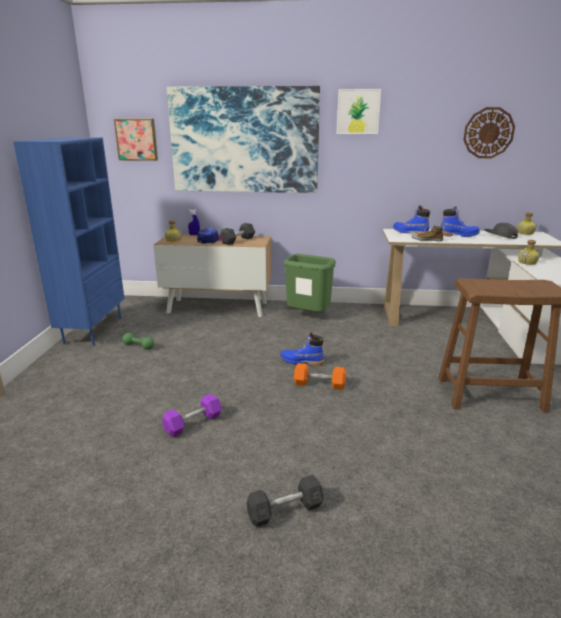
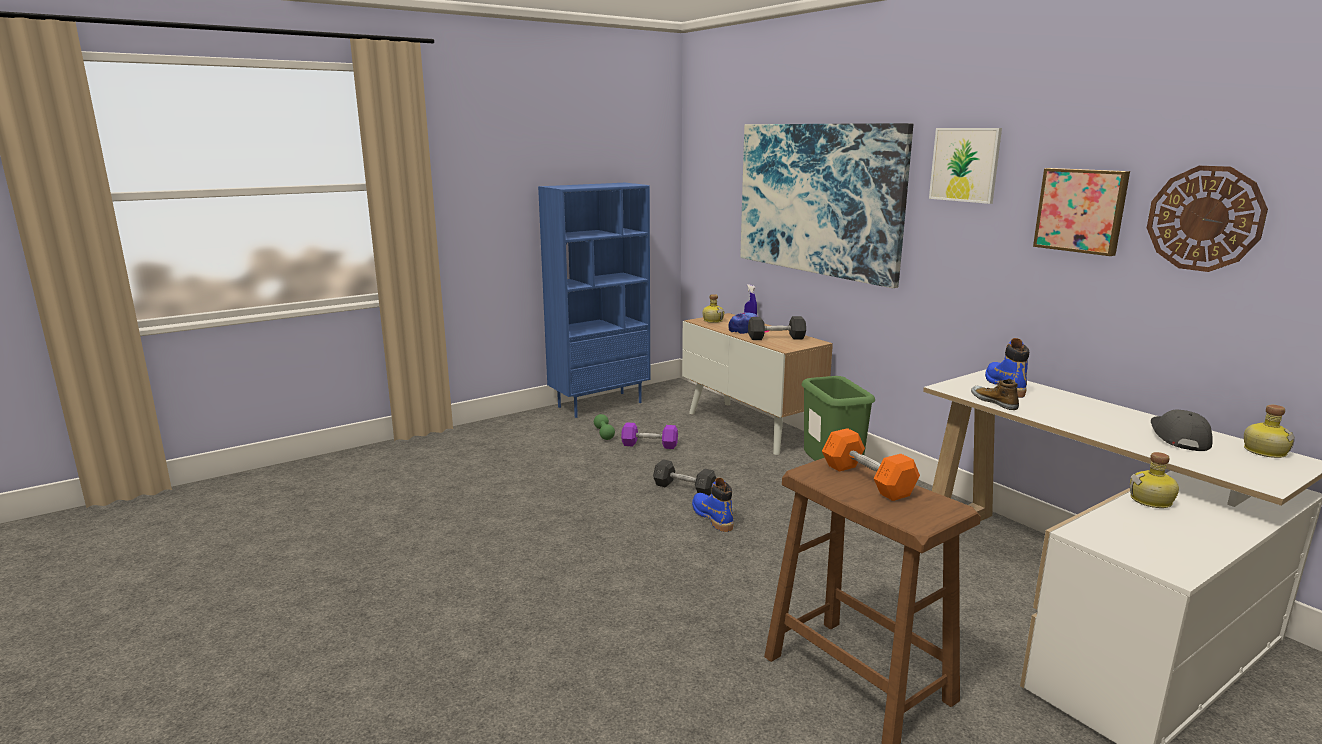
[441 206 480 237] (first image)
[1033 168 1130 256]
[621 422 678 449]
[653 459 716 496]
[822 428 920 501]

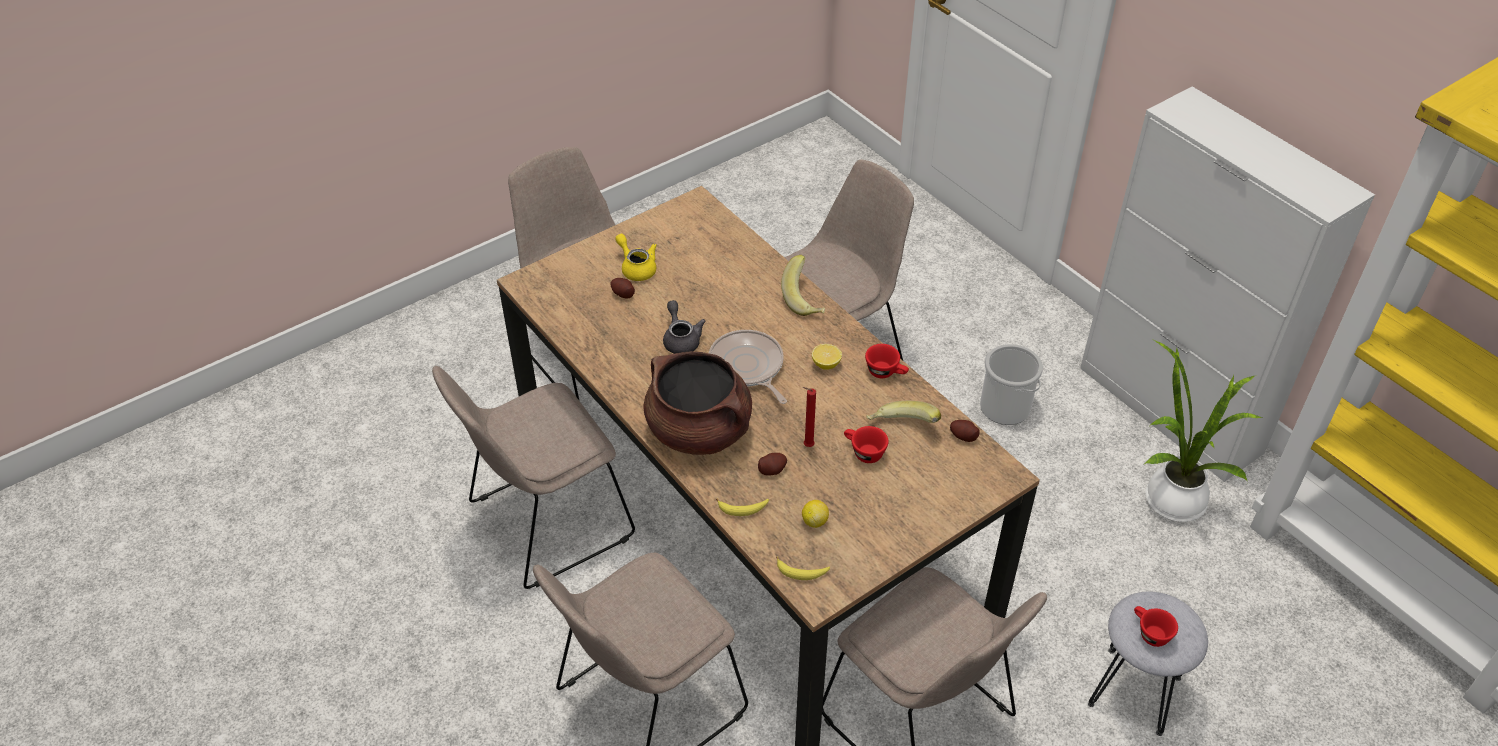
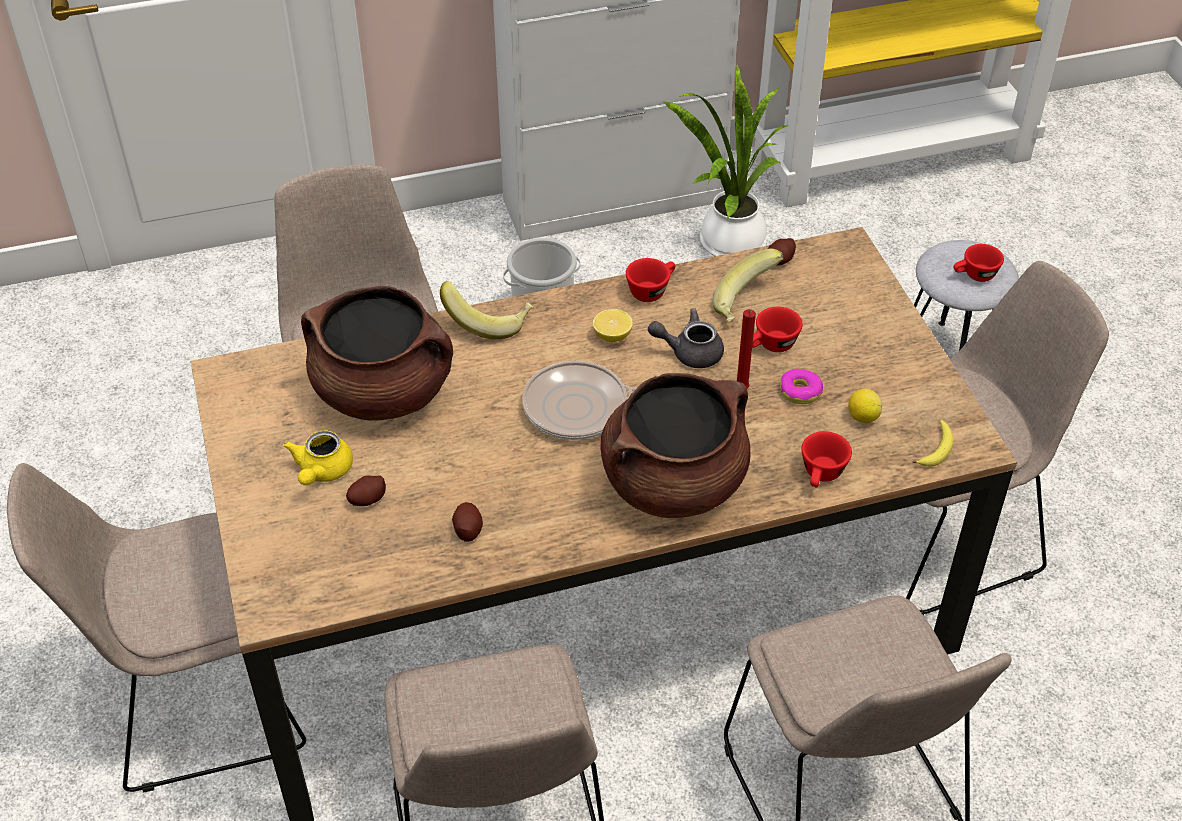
[301 286 453 421]
[780 369 823 404]
[648 308 724 368]
[452 502 483 542]
[801 431 852 488]
[283 430 353 485]

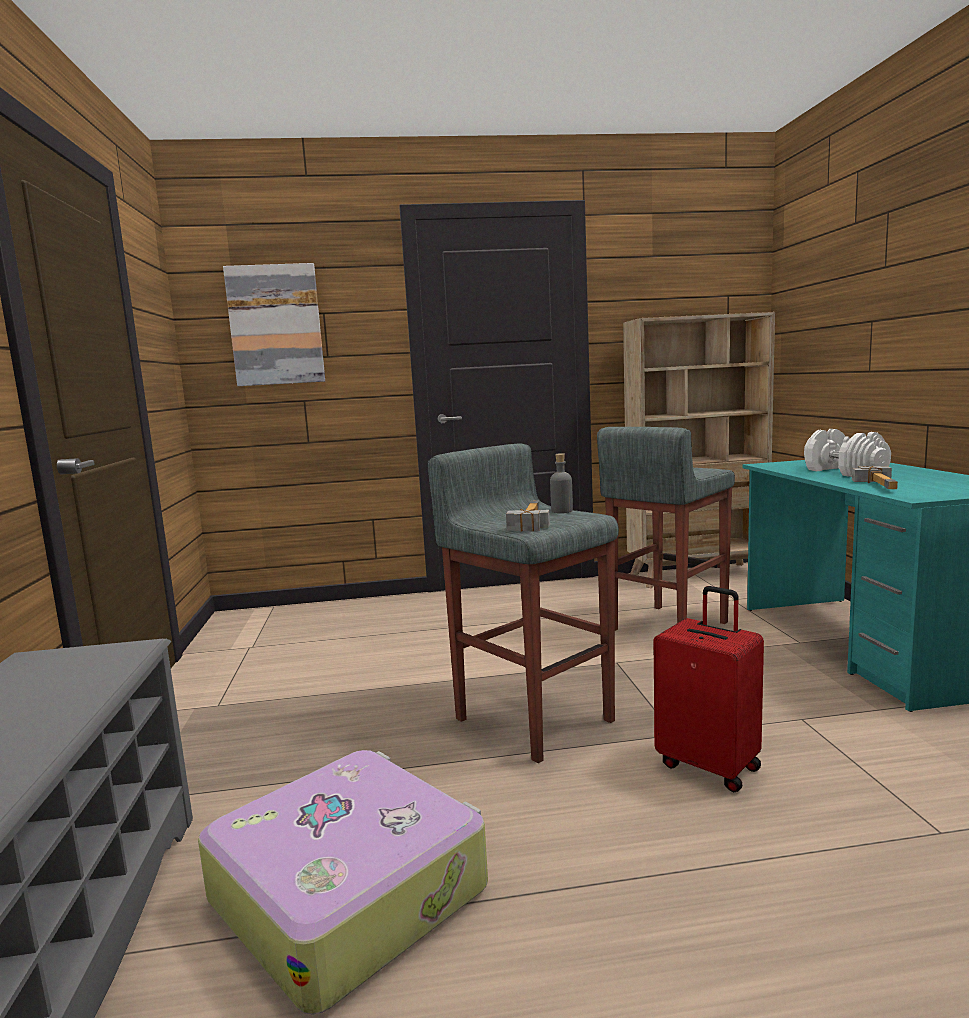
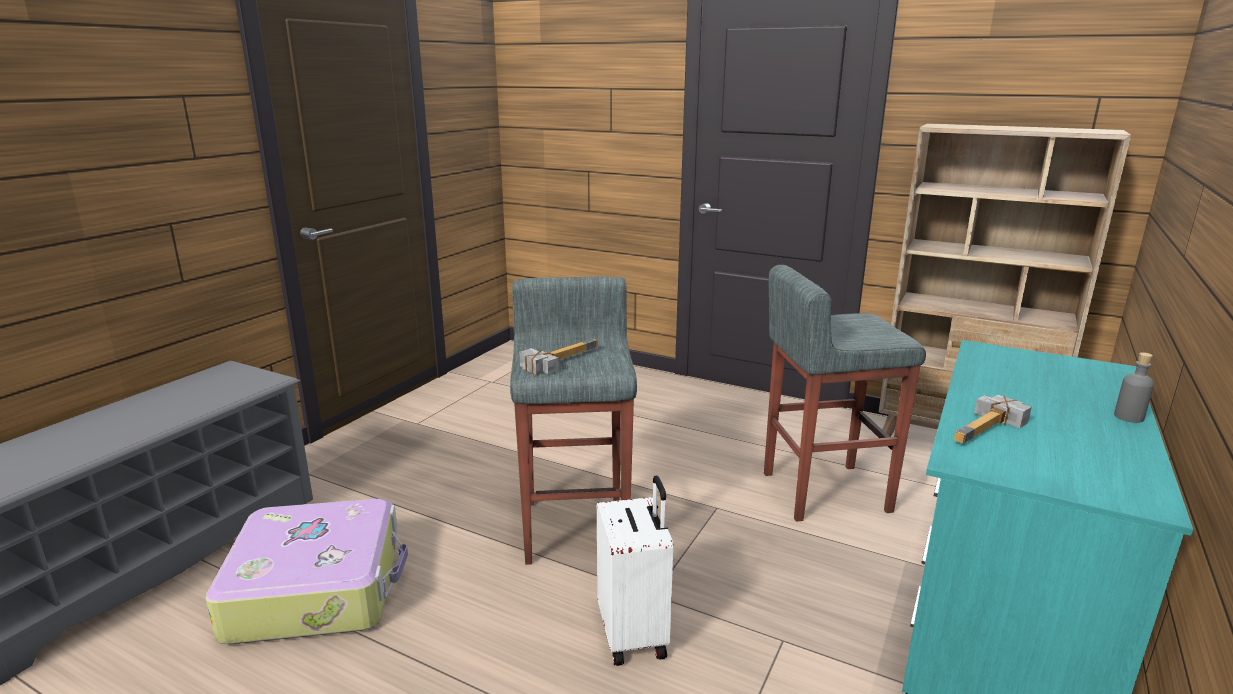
[223 263 325 386] (first image)
[804 429 891 477] (first image)
[1114 352 1154 423]
[597 476 673 666]

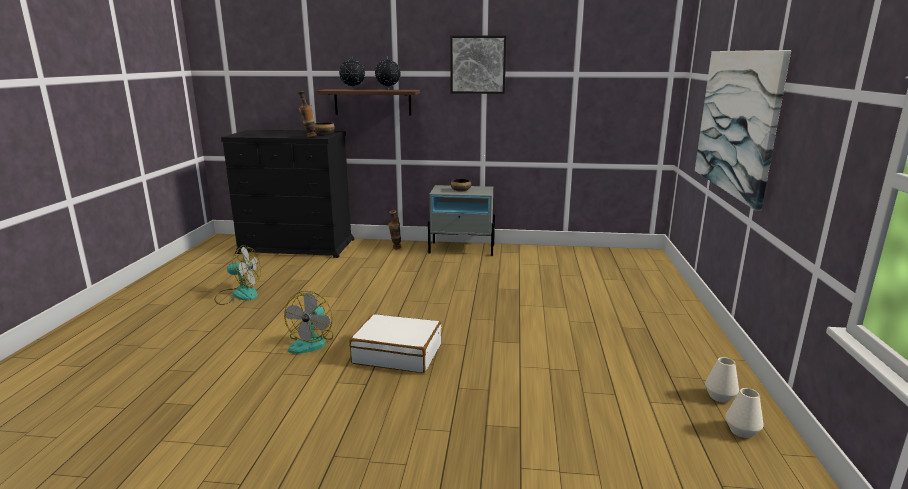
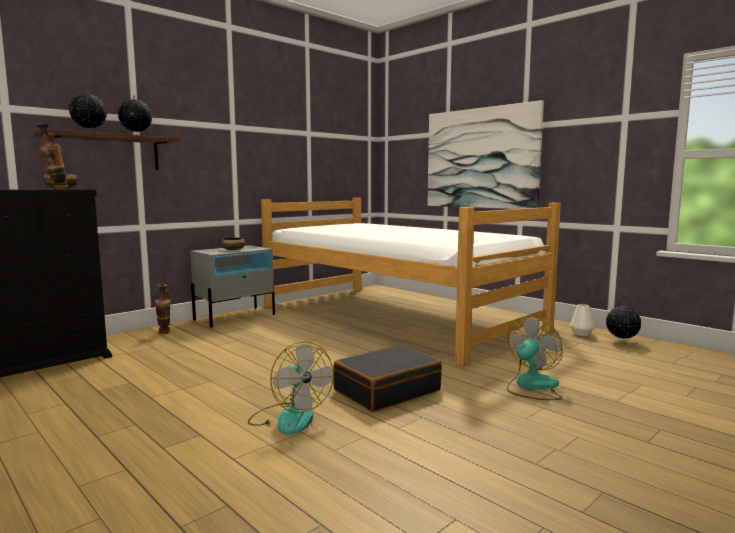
[450 36 506 94] (first image)
[261 197 561 366]
[507 317 563 400]
[606 303 642 341]
[333 345 442 412]

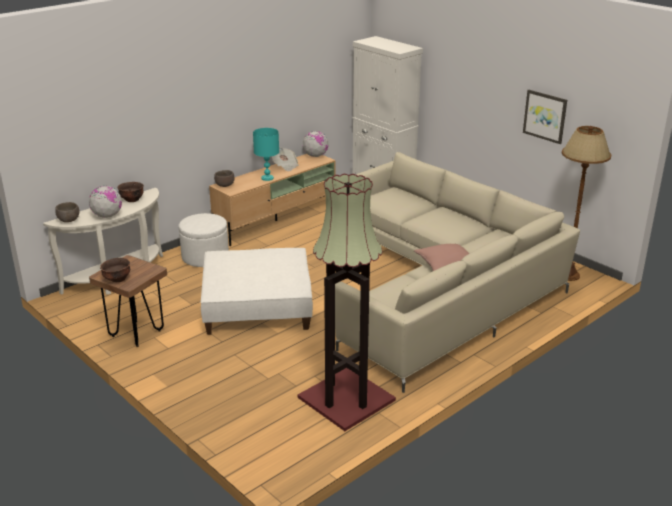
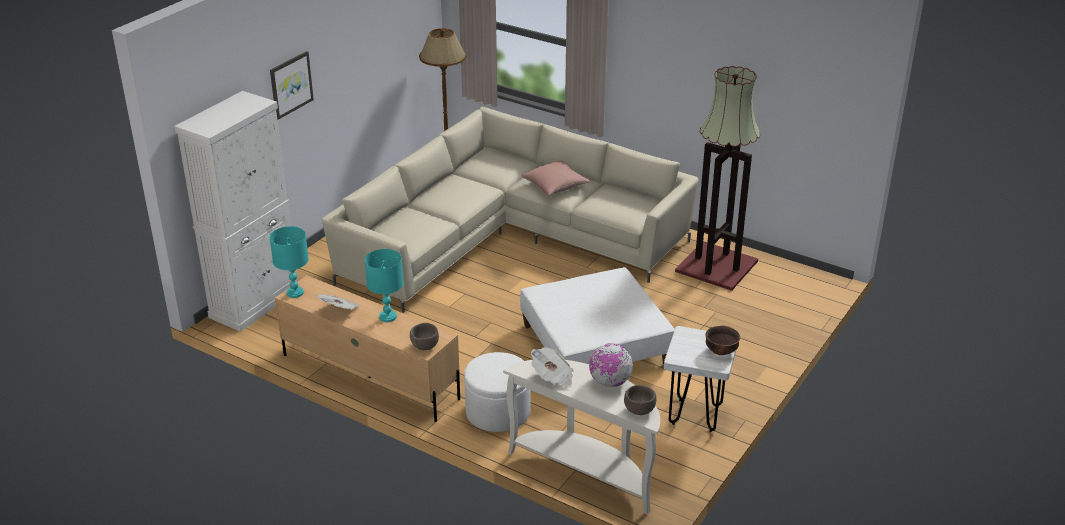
[270 51 314 120]
[531 348 574 388]
[270 226 309 298]
[664 326 737 432]

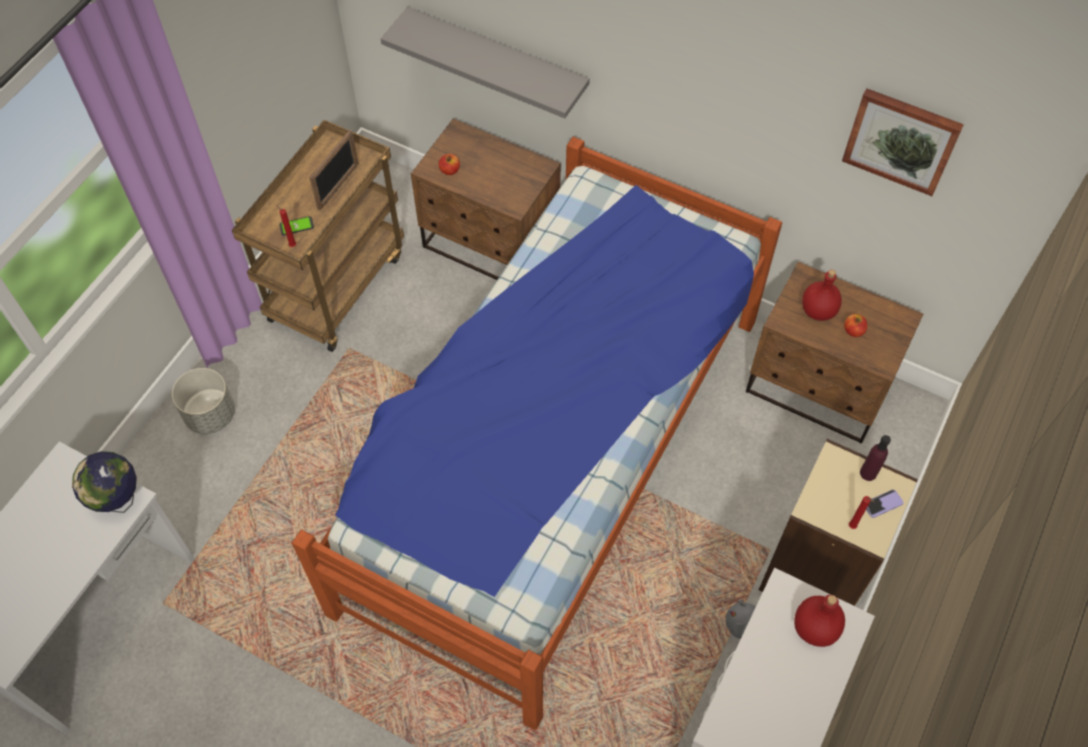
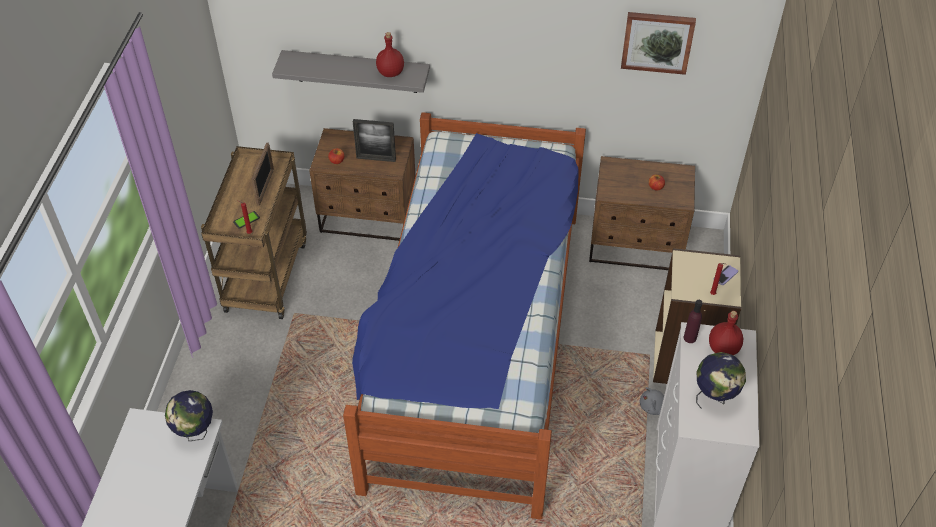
[172 368 235 434] (first image)
[353 119 396 162]
[696 352 746 409]
[376 32 404 77]
[684 300 703 343]

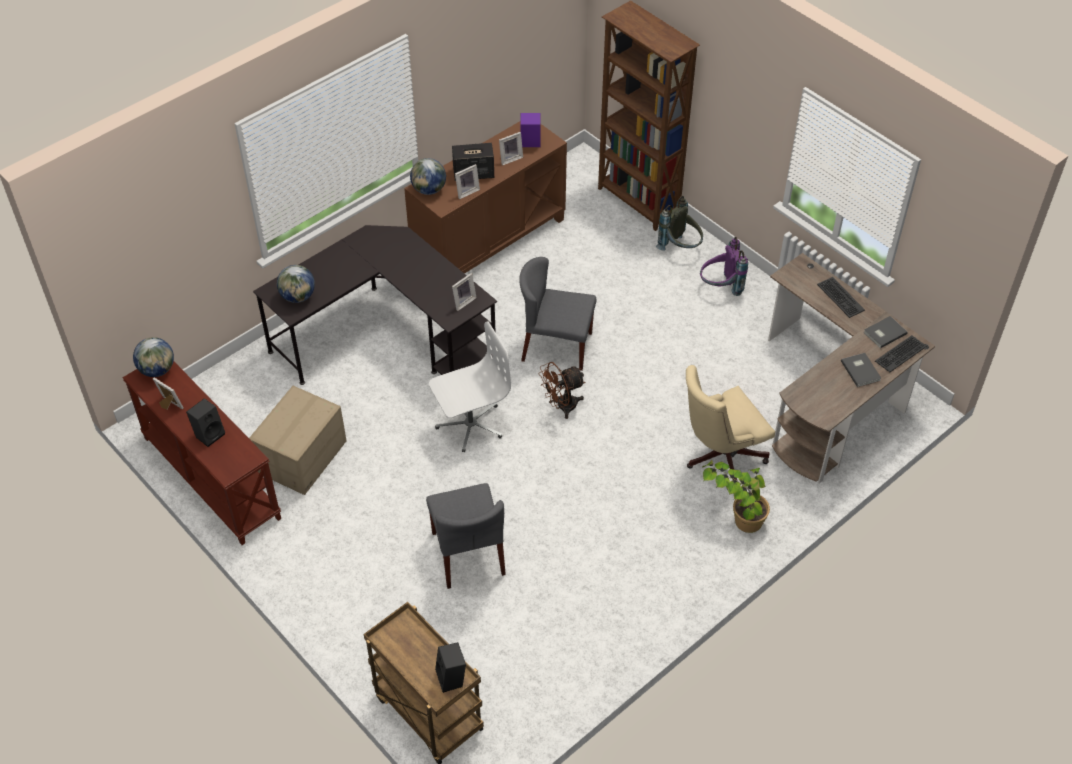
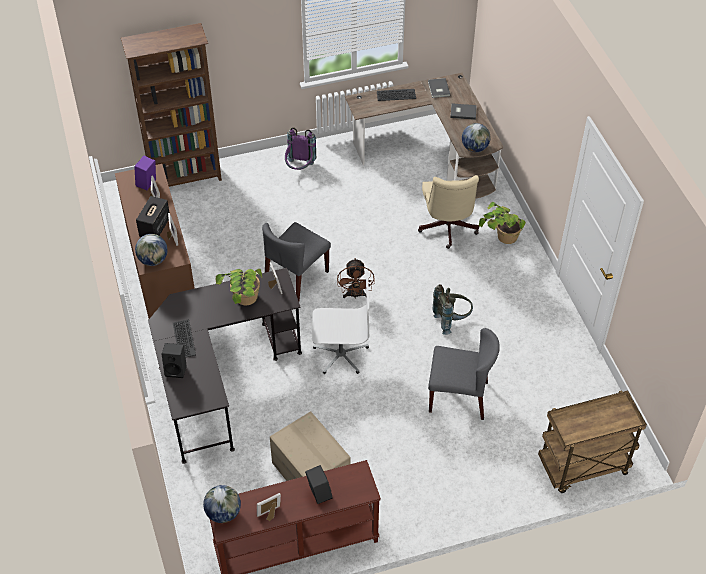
[216 269 263 305]
[462 123 491 152]
[162 343 187 378]
[432 284 473 335]
[173 319 196 358]
[312 278 369 374]

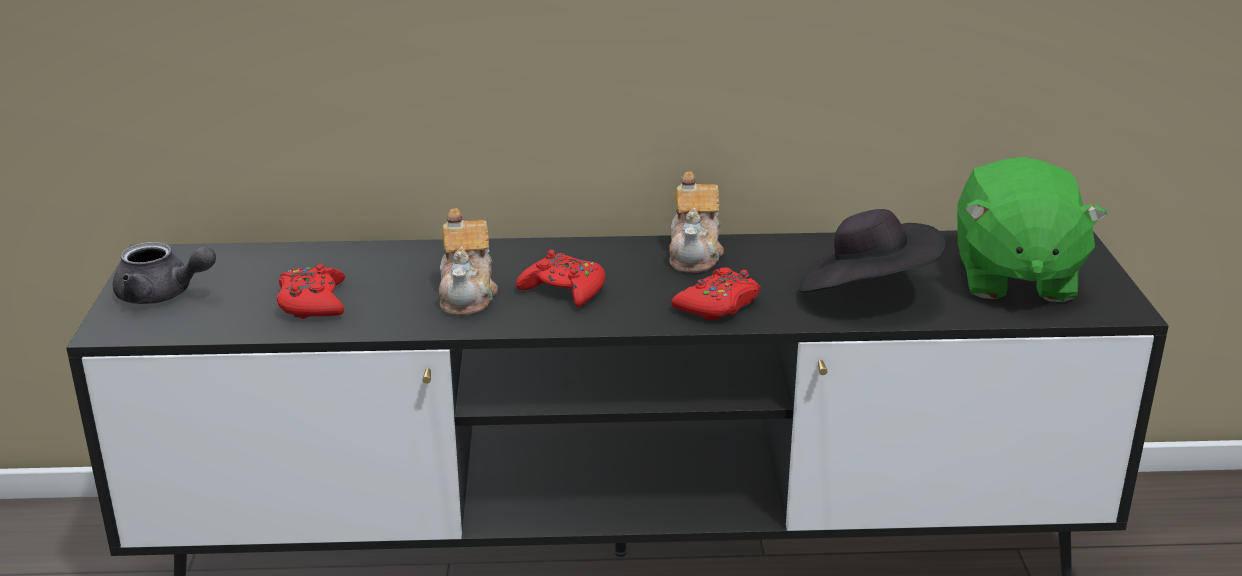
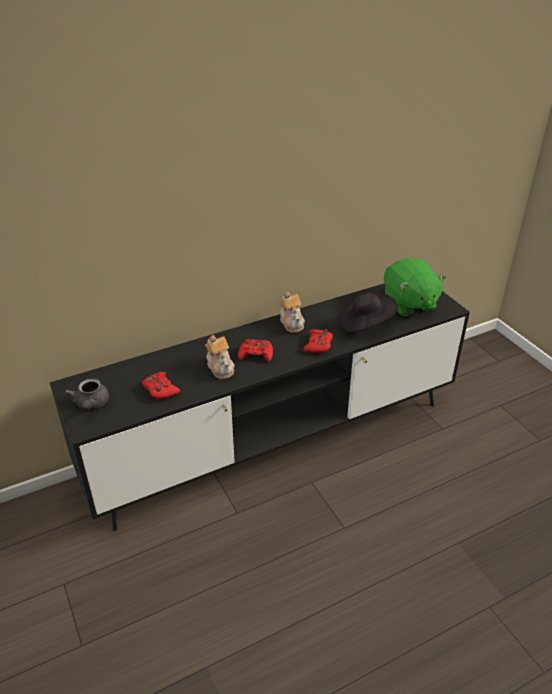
[64 379 109 410]

